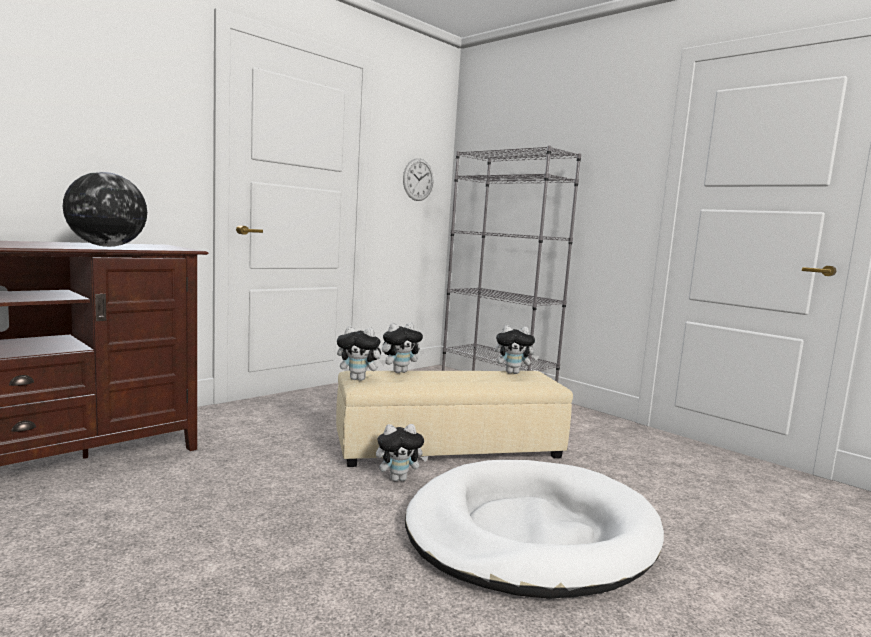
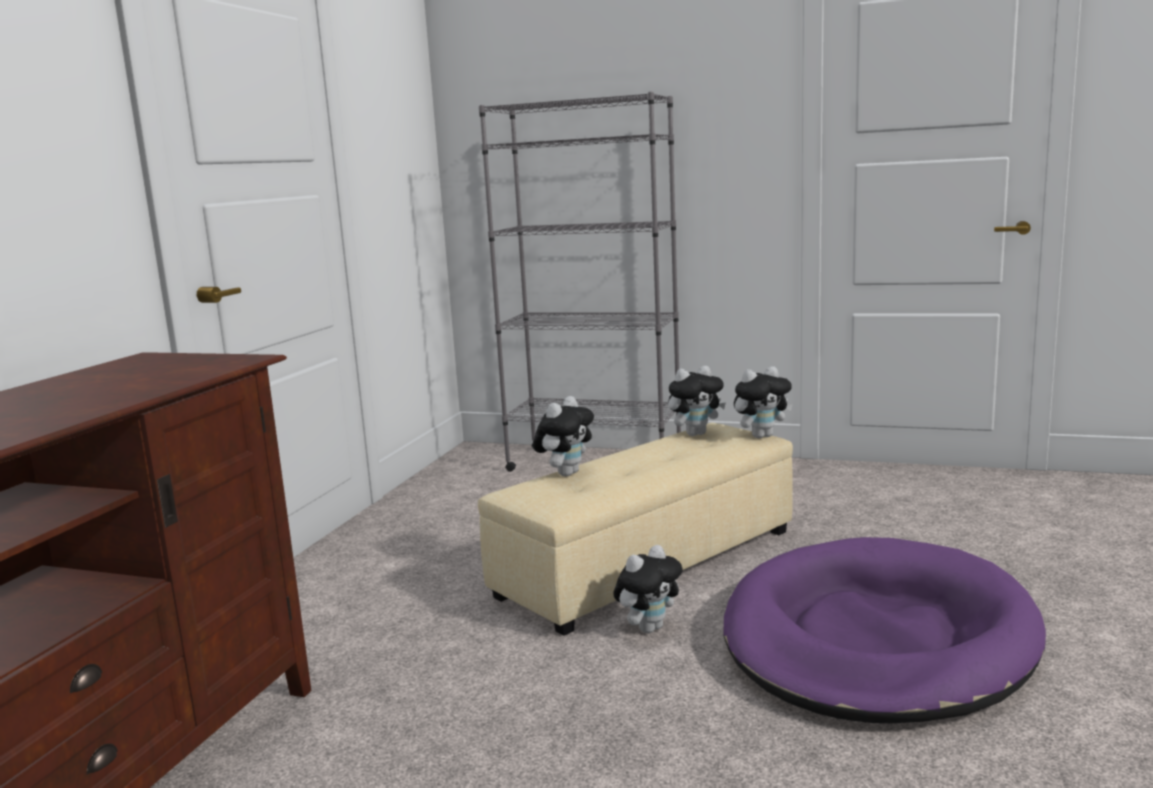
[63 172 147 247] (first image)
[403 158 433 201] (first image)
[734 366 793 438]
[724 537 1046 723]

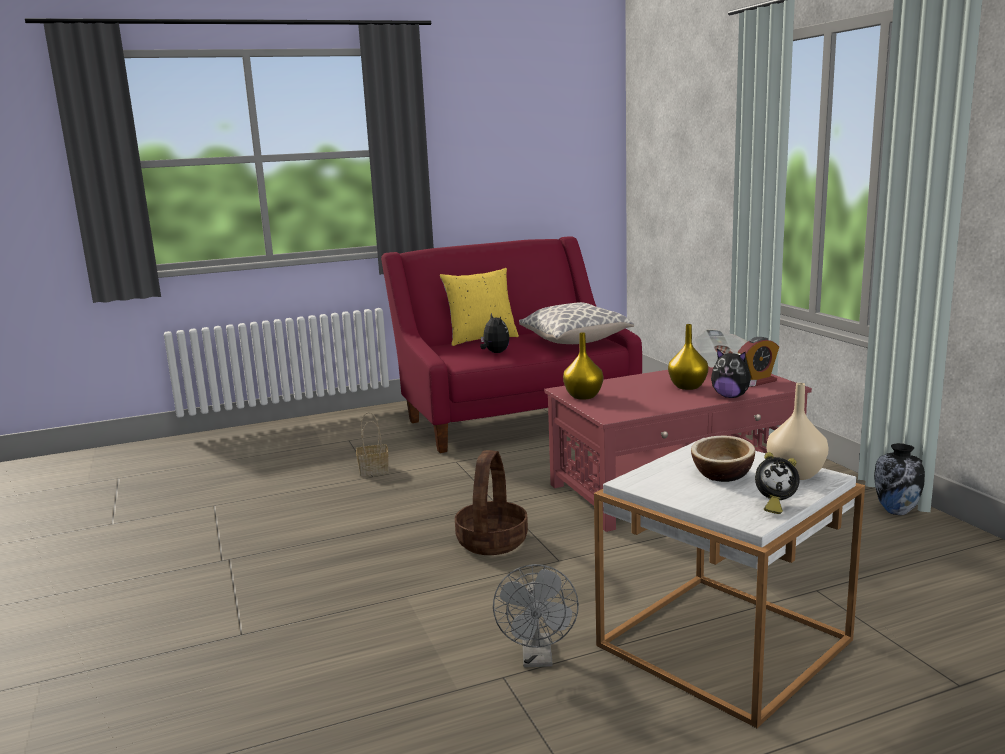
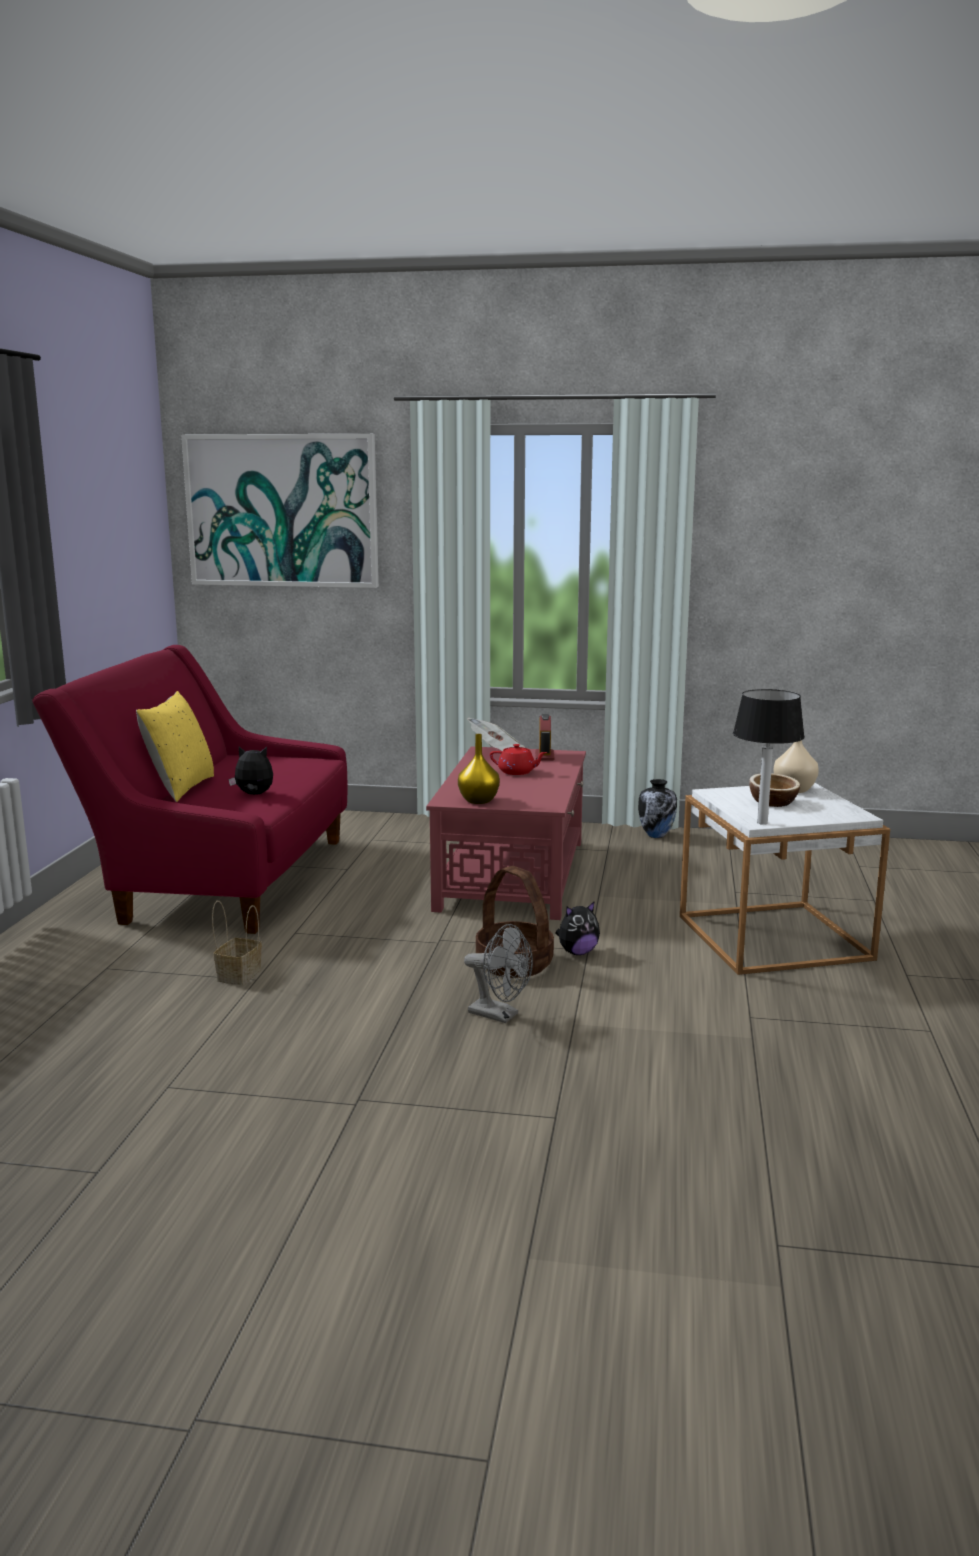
[519 302 634 344] (first image)
[755 452 800 514] (first image)
[181 434 379 588]
[733 689 805 825]
[464 924 533 1023]
[556 901 600 955]
[490 744 547 775]

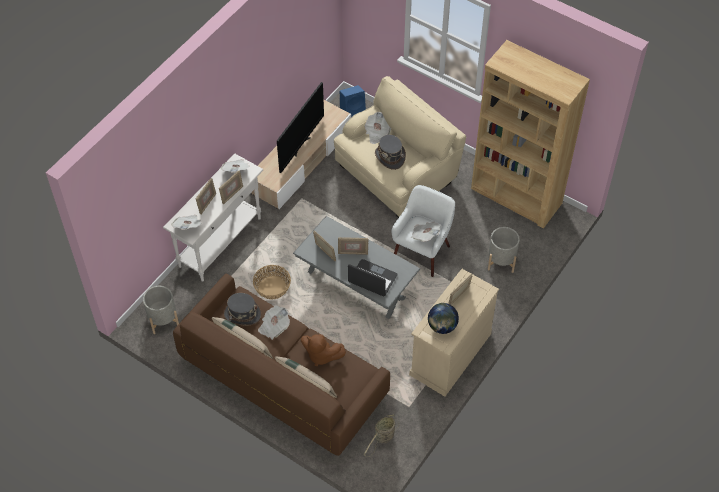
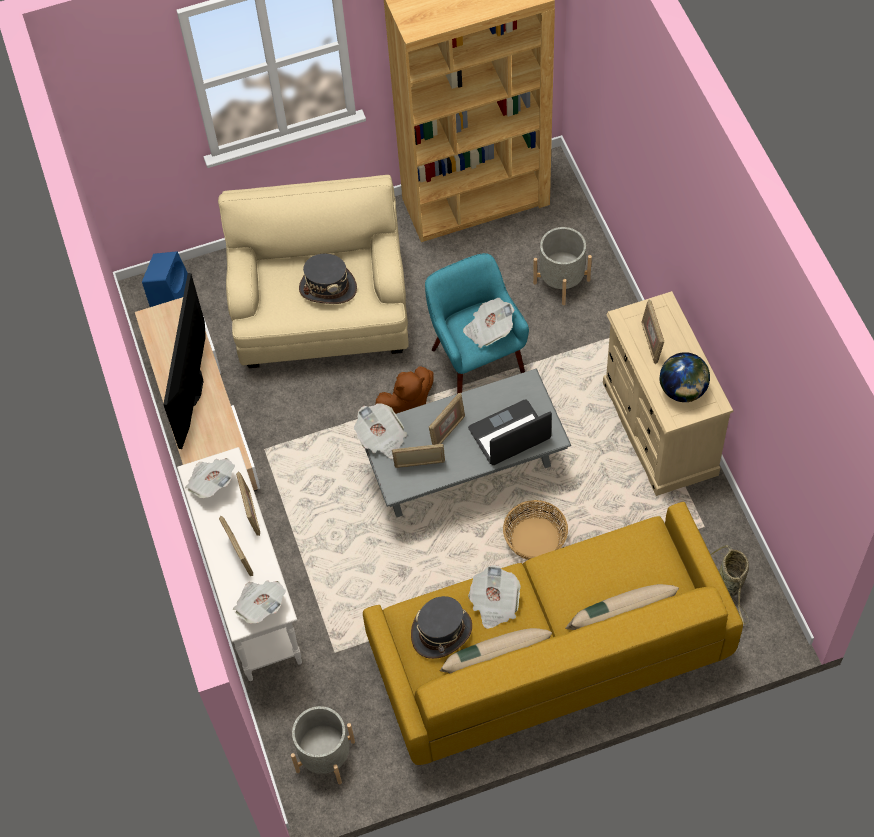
[503 500 568 560]
[375 366 433 414]
[354 403 407 459]
[363 502 743 765]
[425 253 529 394]
[163 273 206 449]

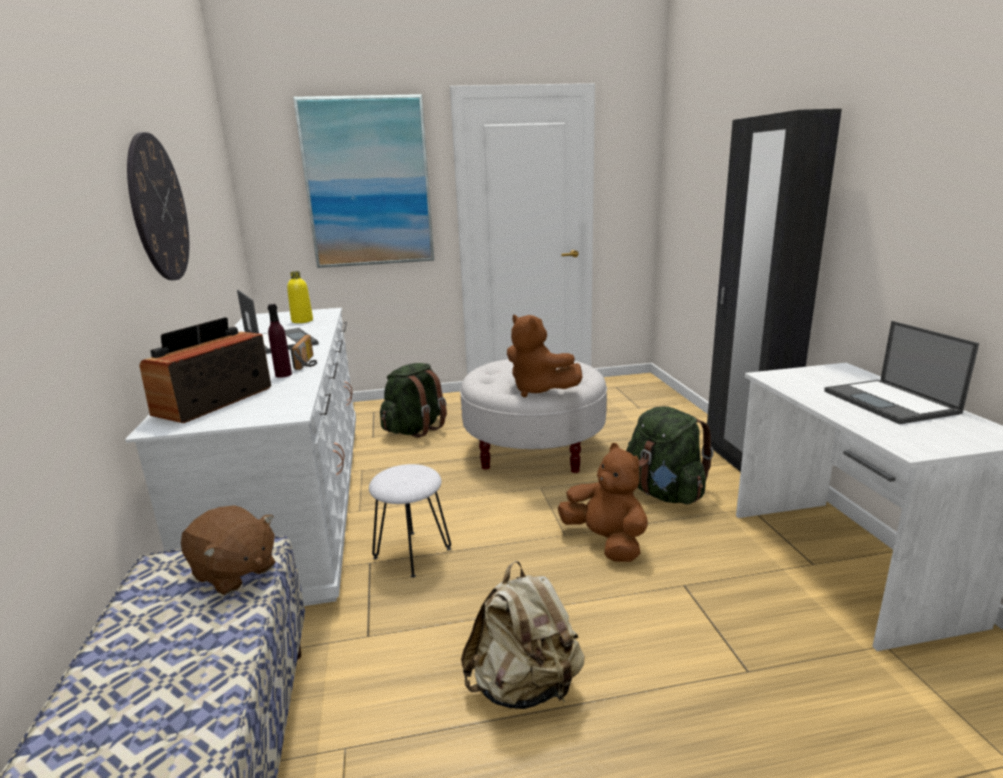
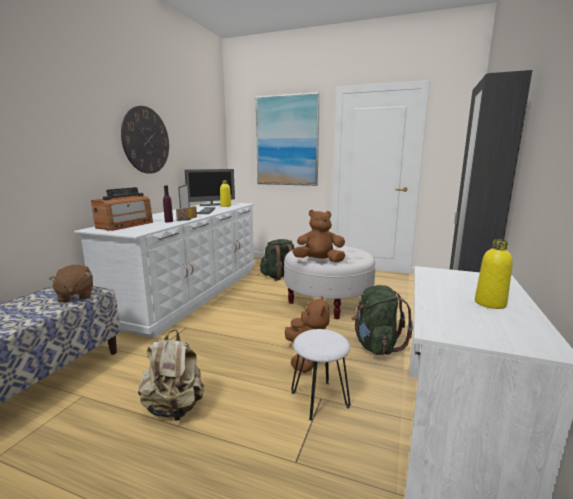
[184 169 235 206]
[291 329 350 421]
[475 239 513 309]
[91 187 153 231]
[292 210 345 262]

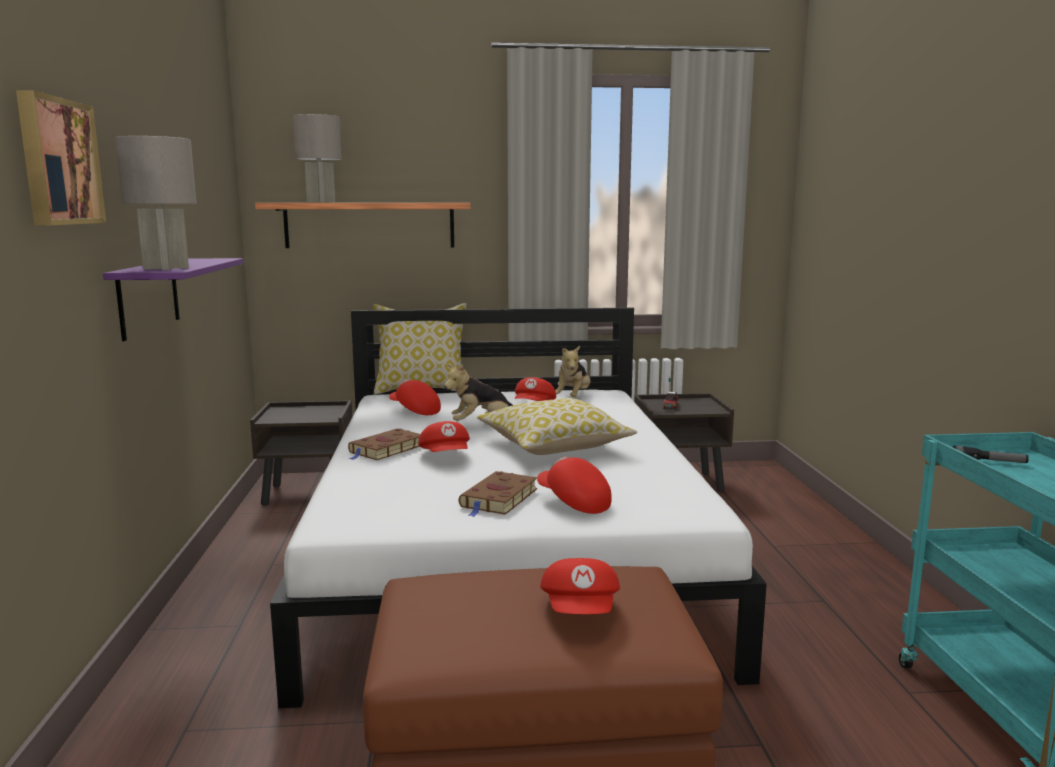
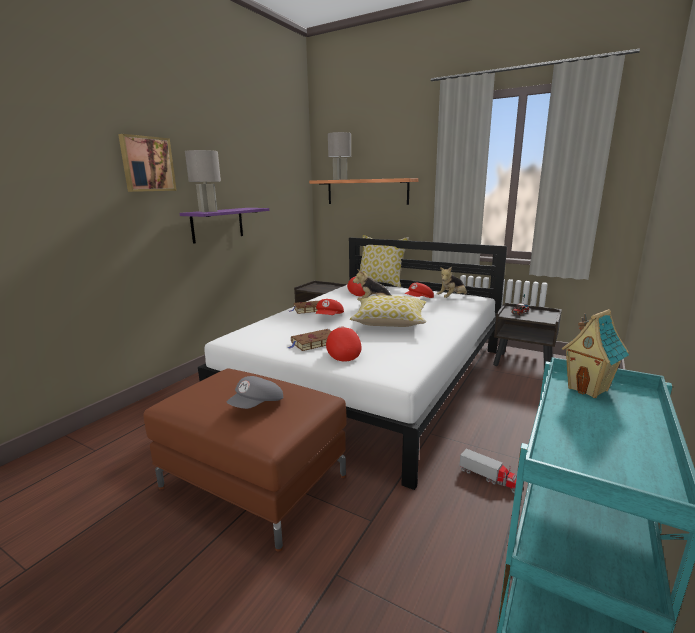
[459 449 517 493]
[562 309 629 398]
[227 376 283 409]

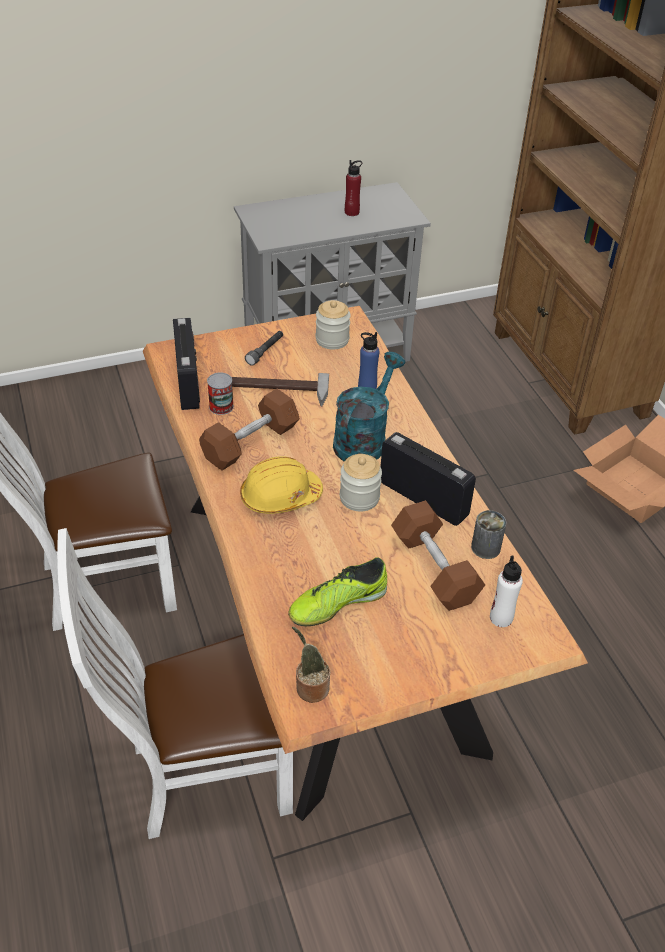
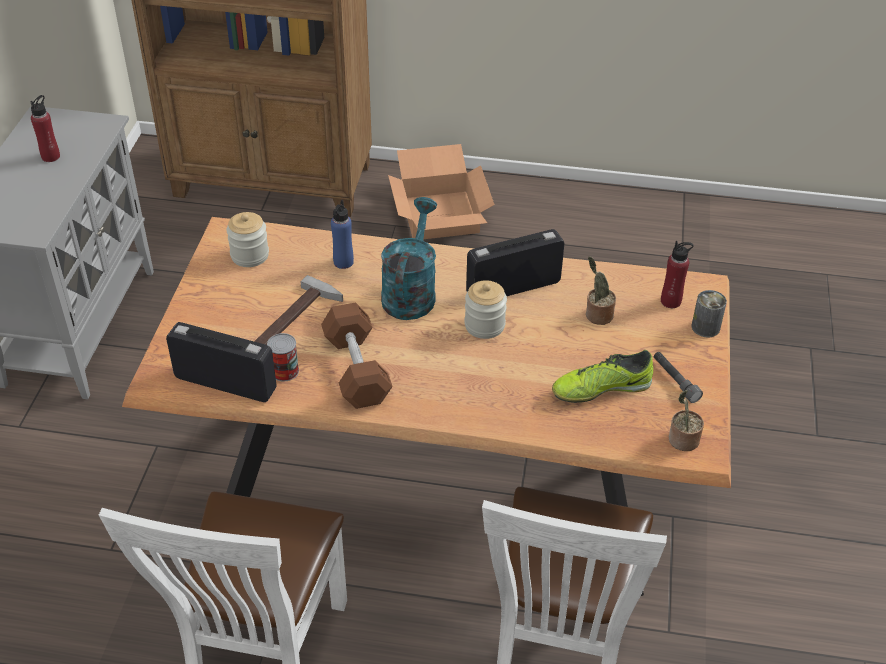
[240 456 323 514] (first image)
[654 352 703 403]
[692 290 727 338]
[586 257 616 325]
[661 241 694 308]
[552 350 653 403]
[381 197 437 320]

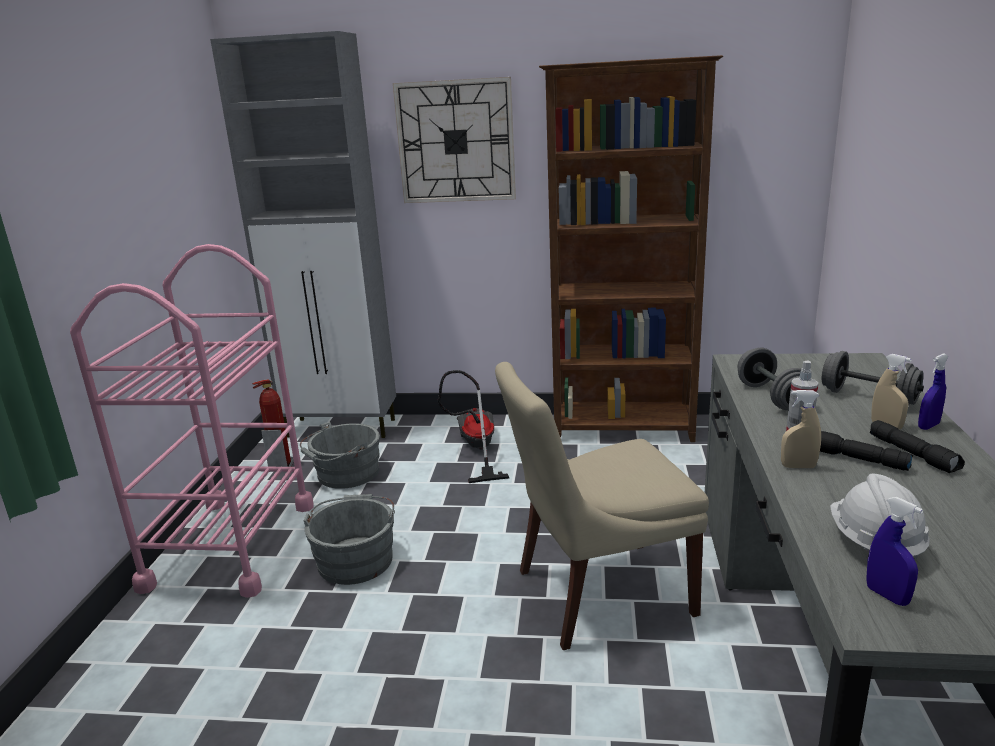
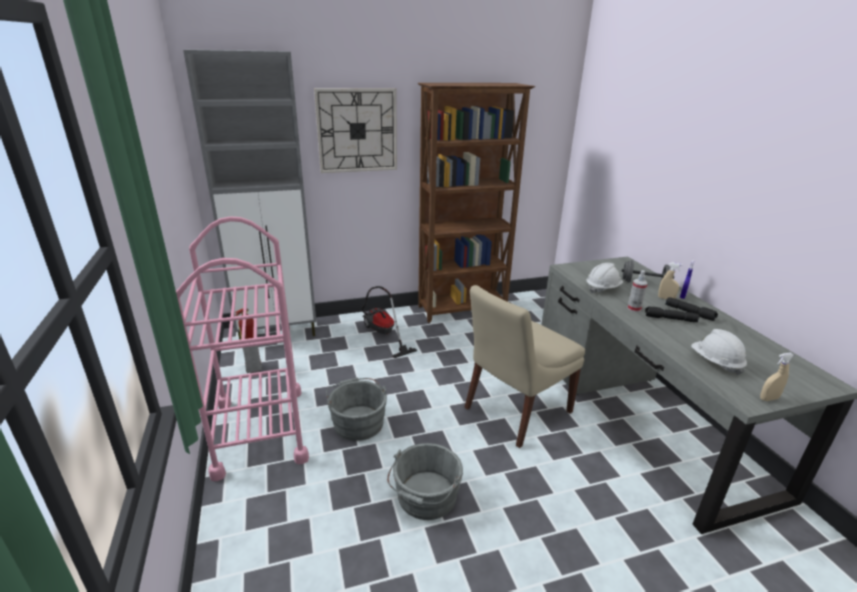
[866 497 923 606] (first image)
[387 443 463 520]
[760 353 794 401]
[586 263 623 294]

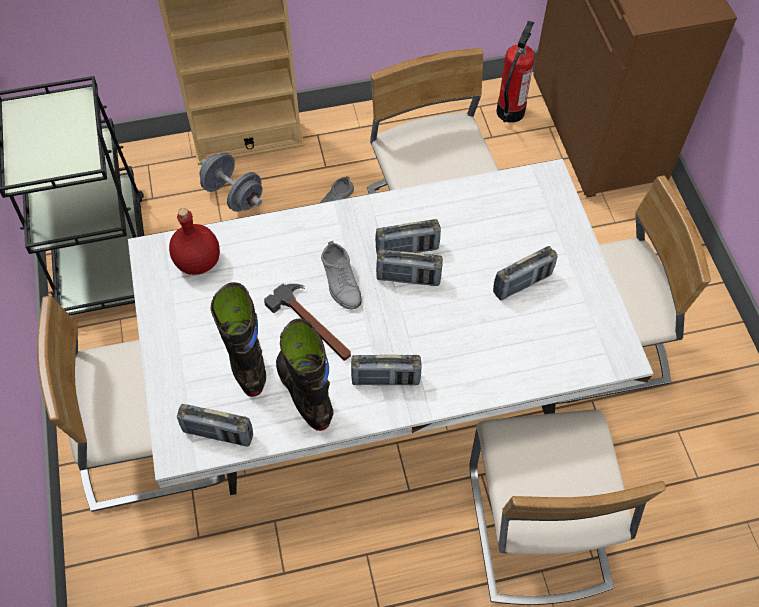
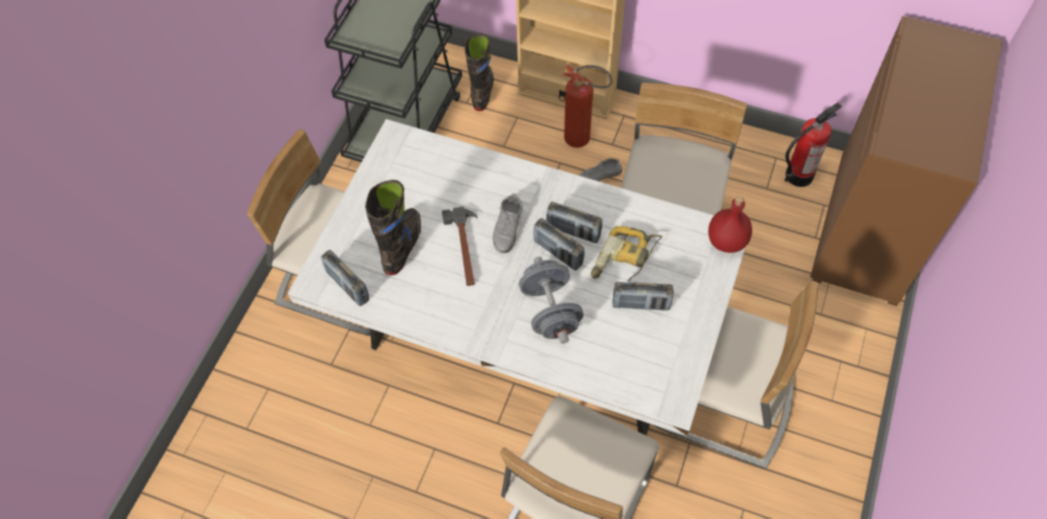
[351 355 422 386] (first image)
[562 65 613 148]
[591 226 662 281]
[708 196 752 253]
[519 257 584 344]
[465 33 494 111]

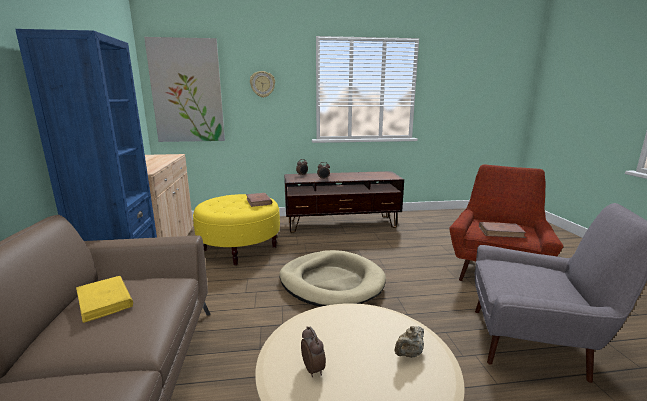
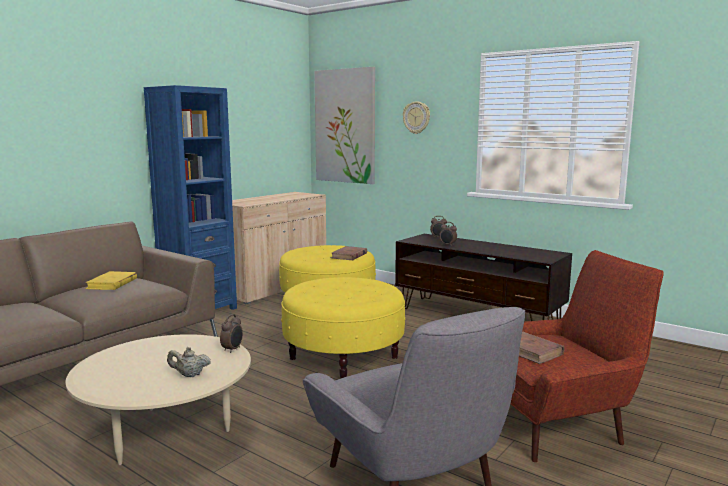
[220 314 243 353]
[281 277 405 379]

